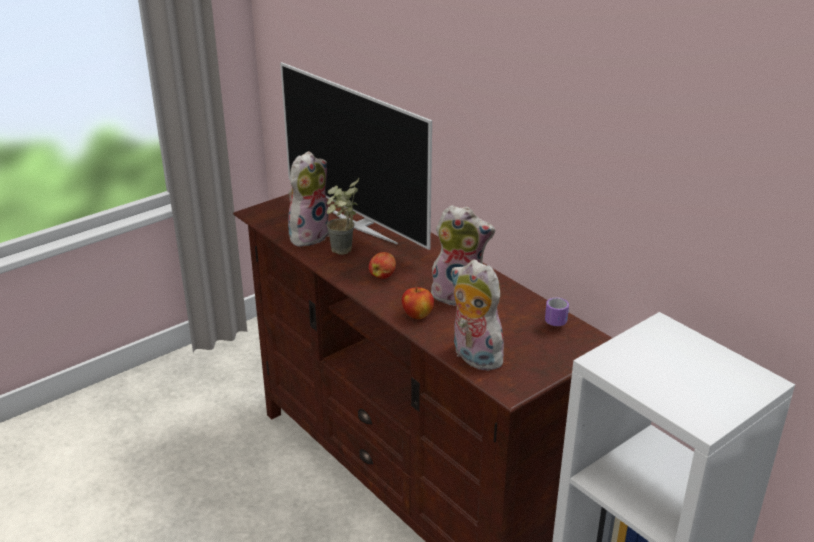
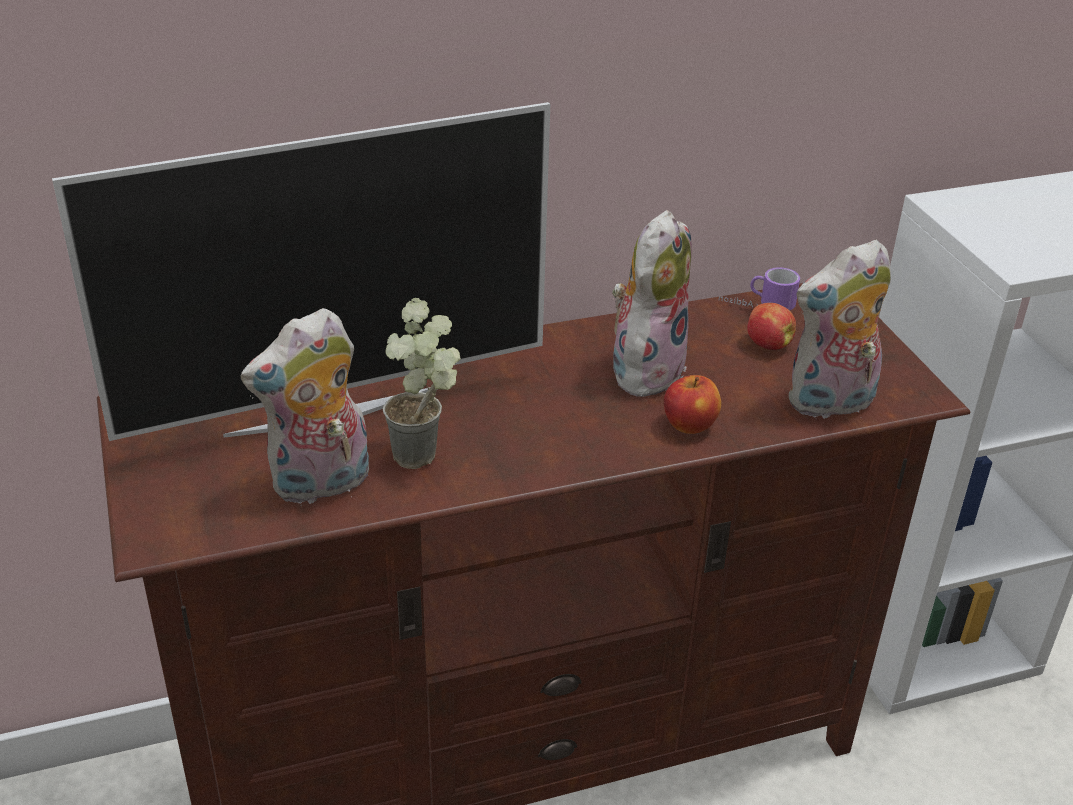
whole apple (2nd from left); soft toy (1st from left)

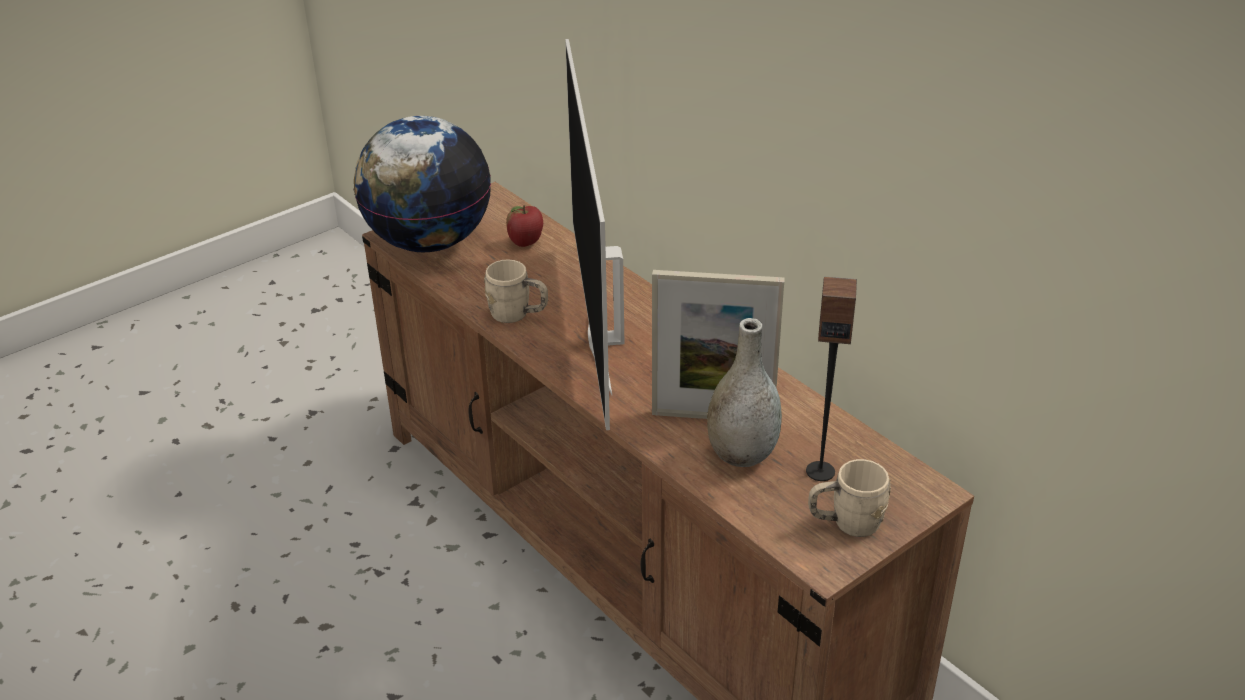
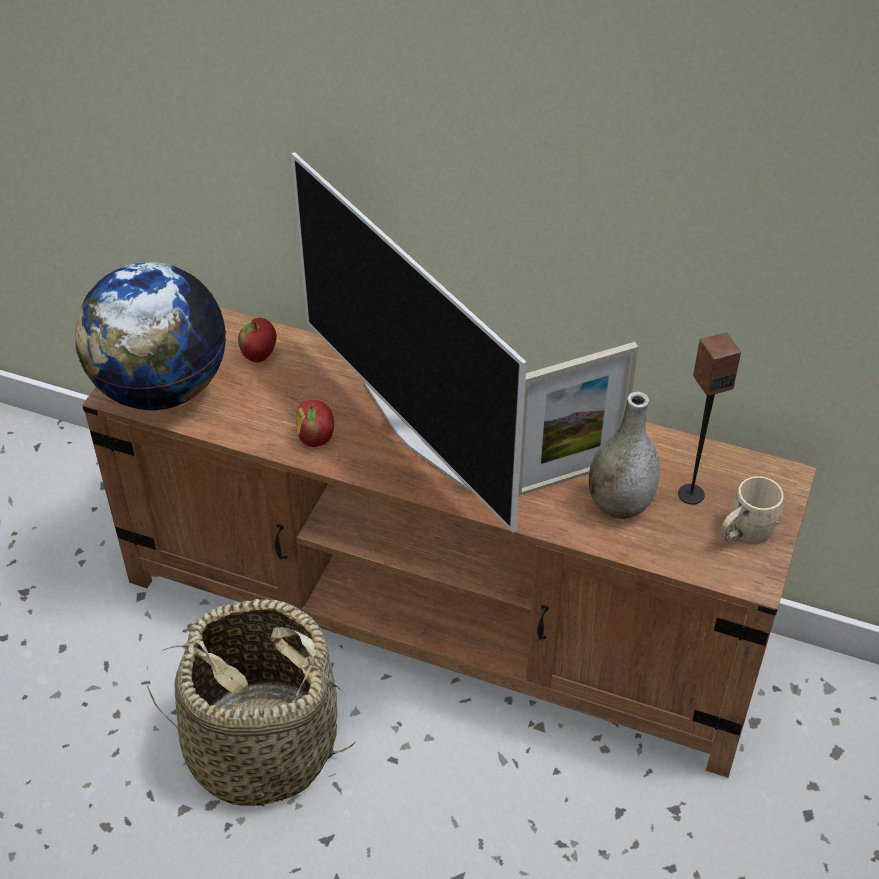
household basket; whole apple (2nd from left)

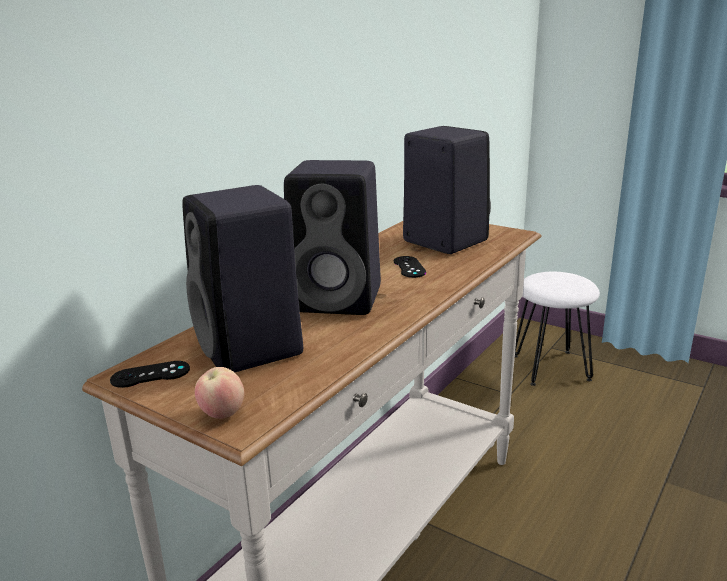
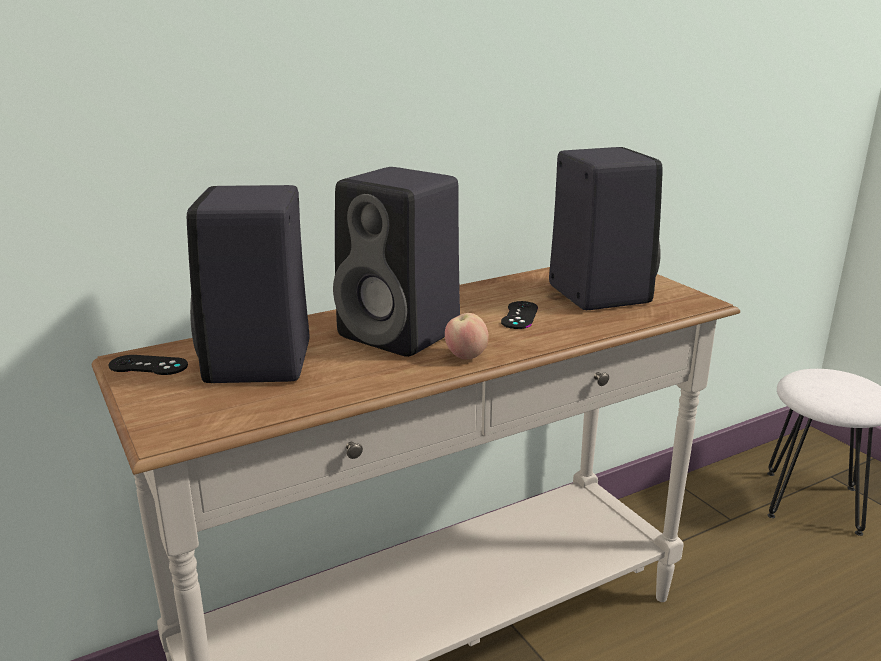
whole apple

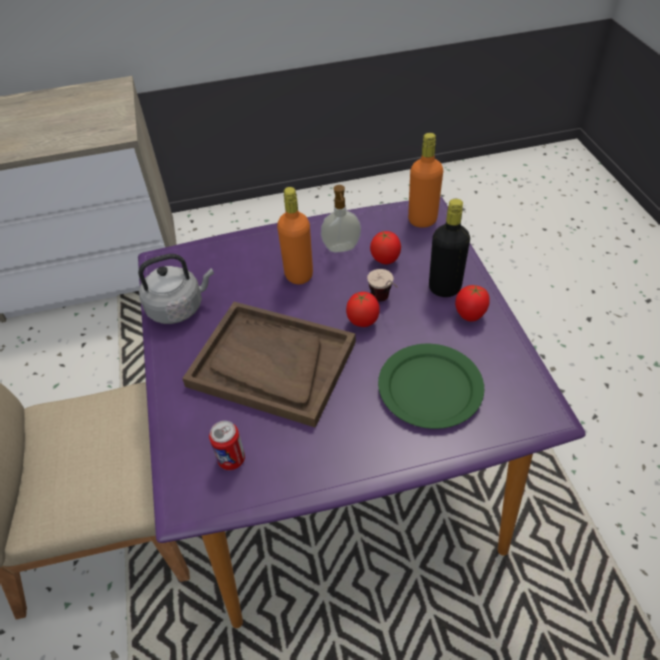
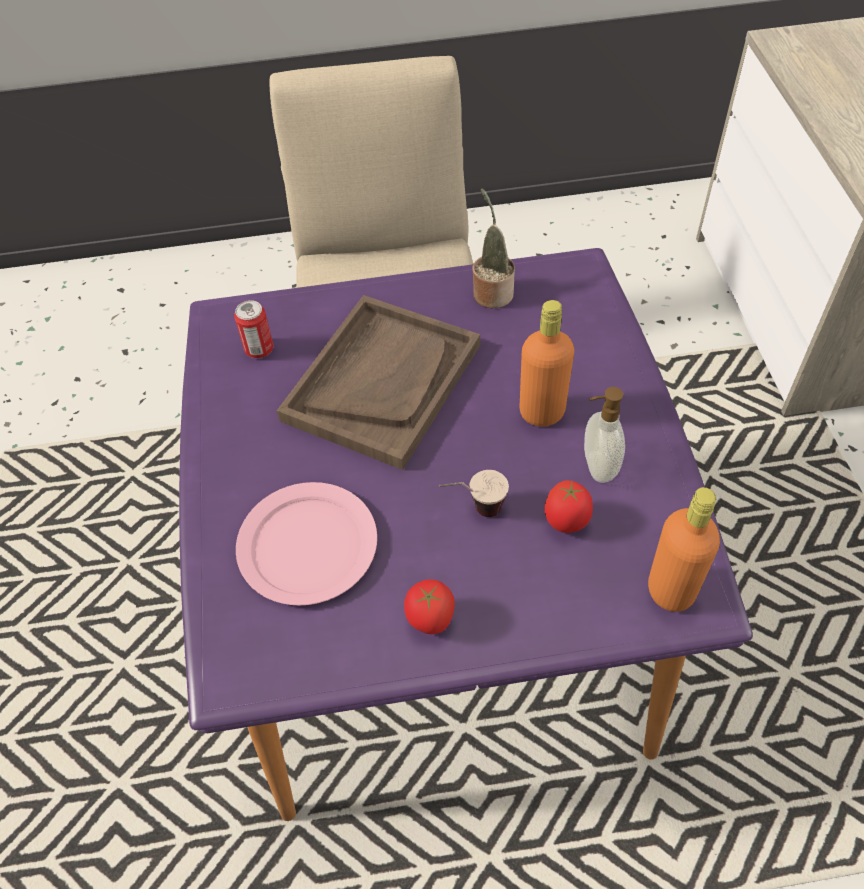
fresh tomato (1st from left in the first image); blackish bottle; houseplant; pink plate

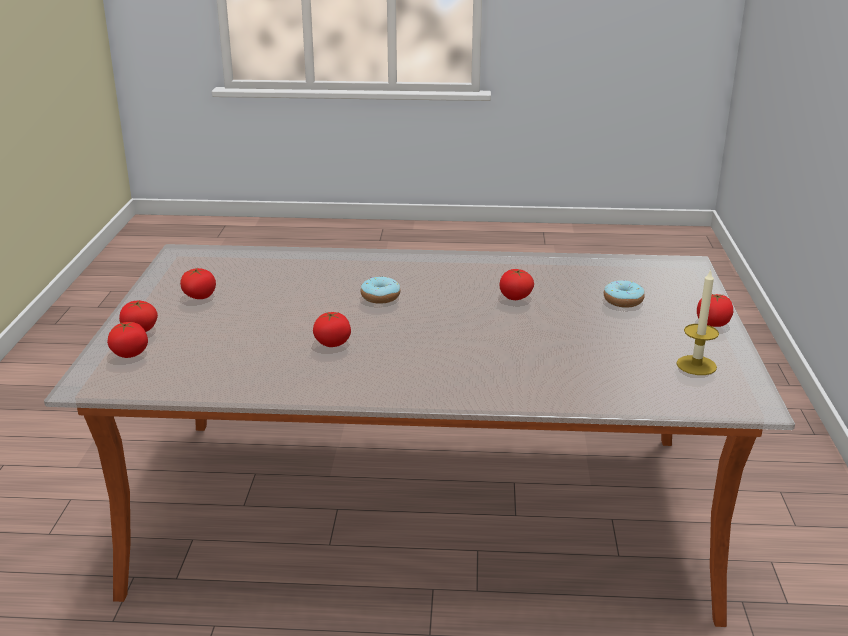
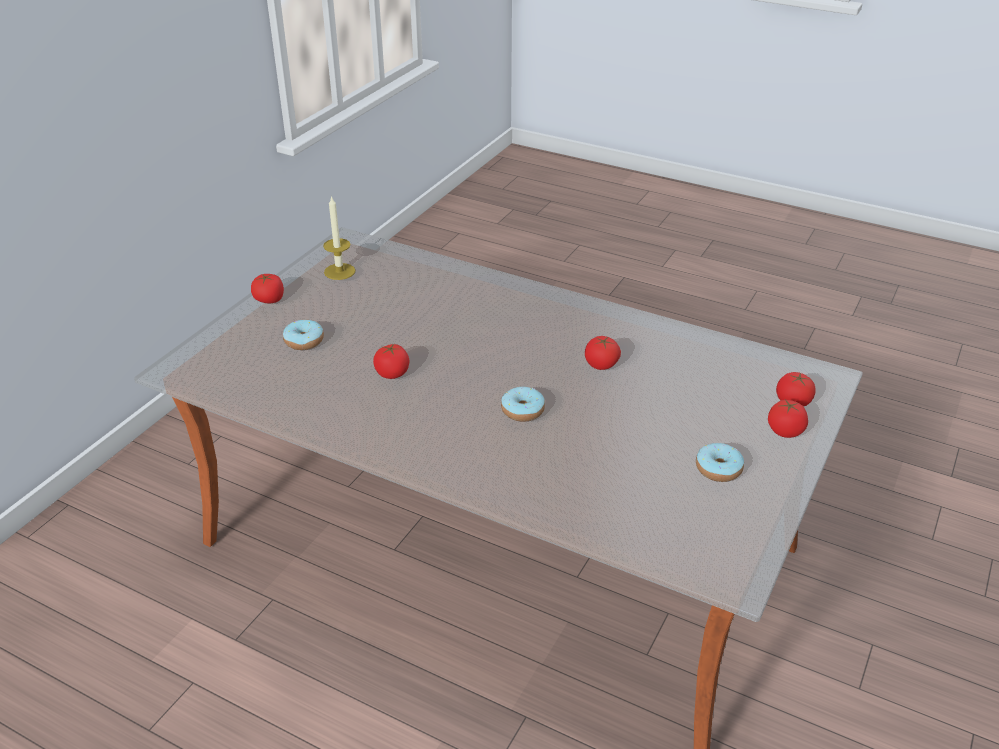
ring doughnut (3rd from left)

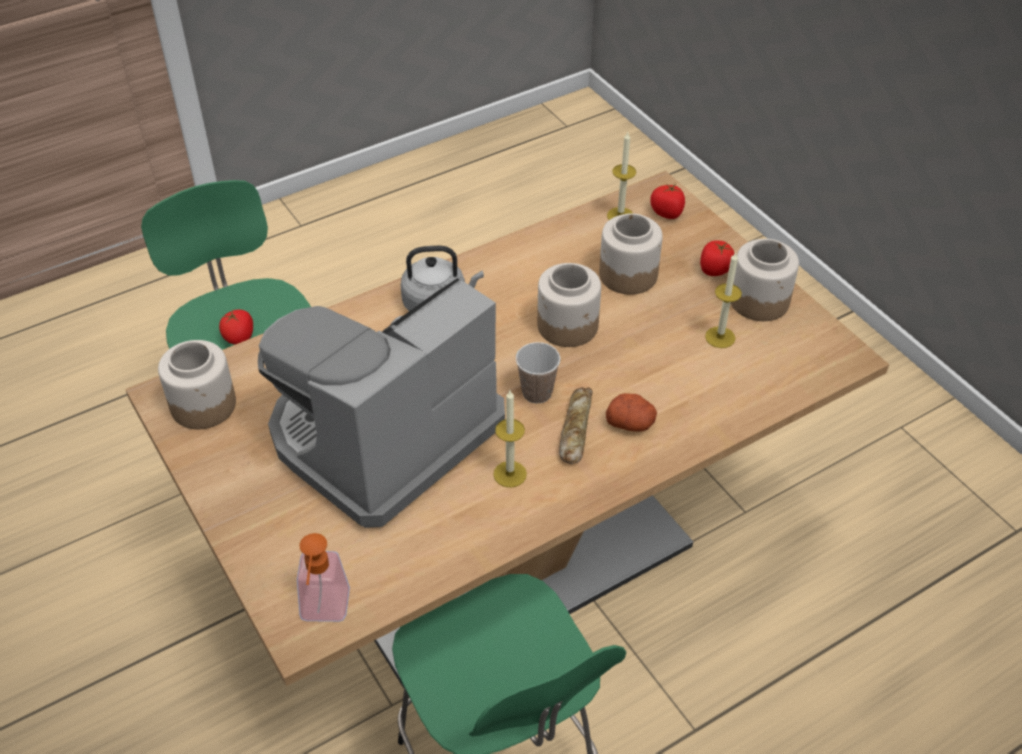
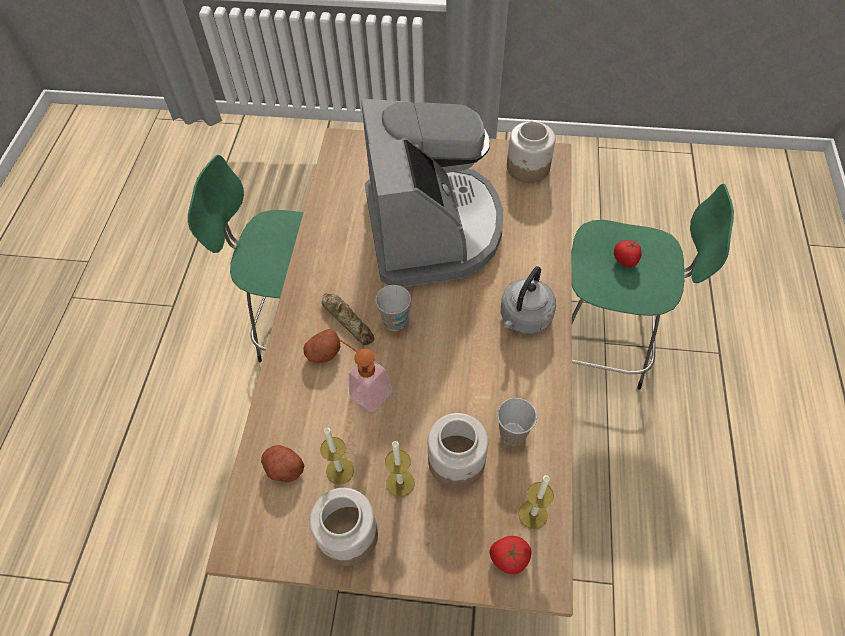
jar (2nd from left in the first image); fresh tomato (3rd from left in the first image); potato (1st from left); small cup (2nd from left); soap dispenser; wax light (2nd from left)

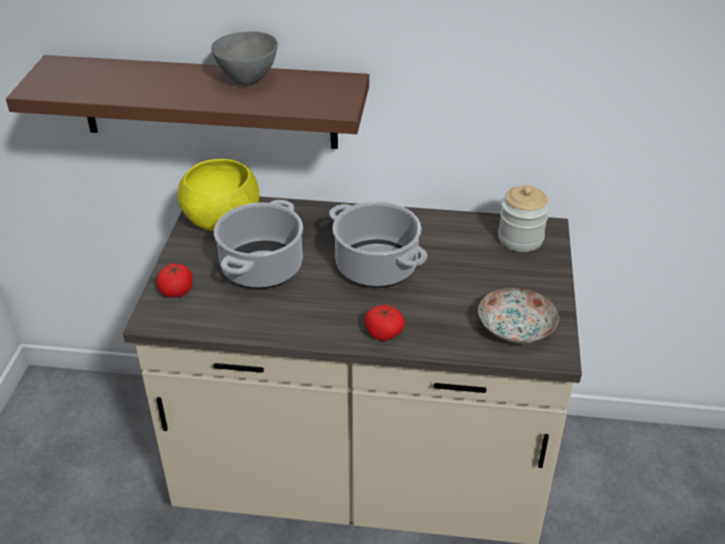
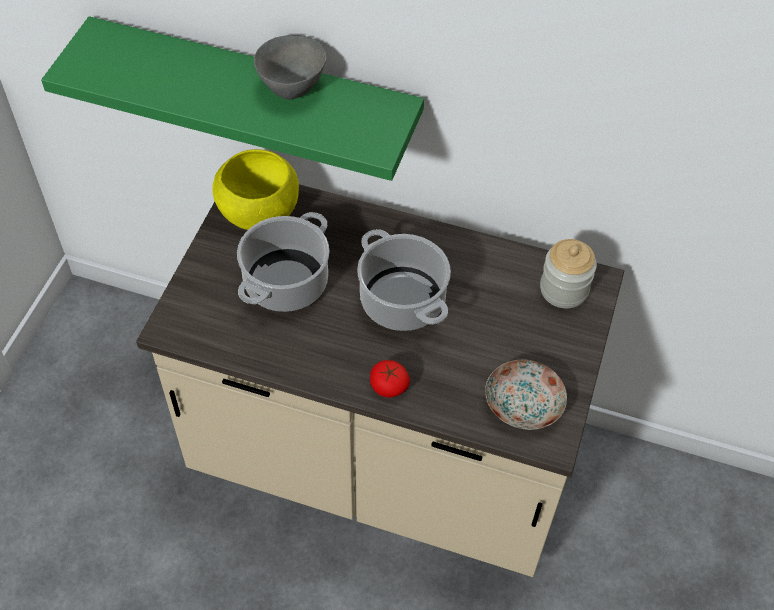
fresh tomato (1st from left in the first image); green shelf

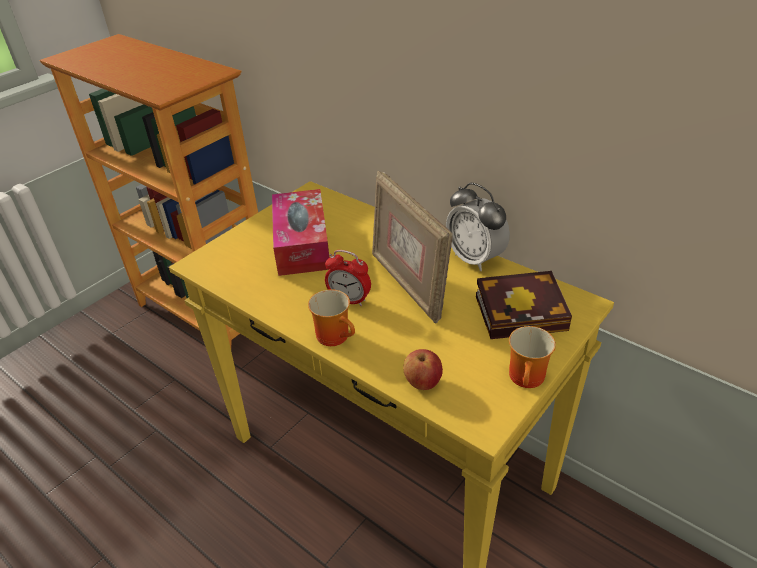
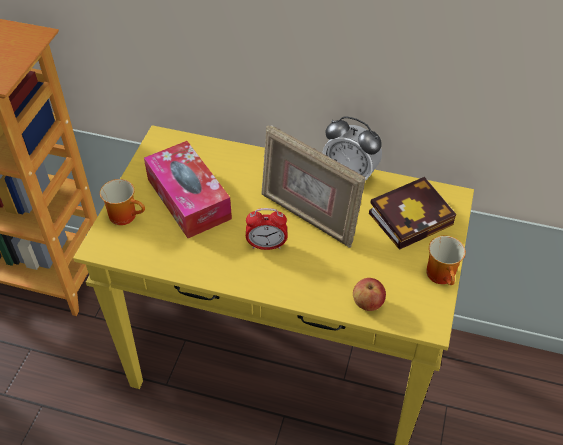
coffee mug (1st from left)

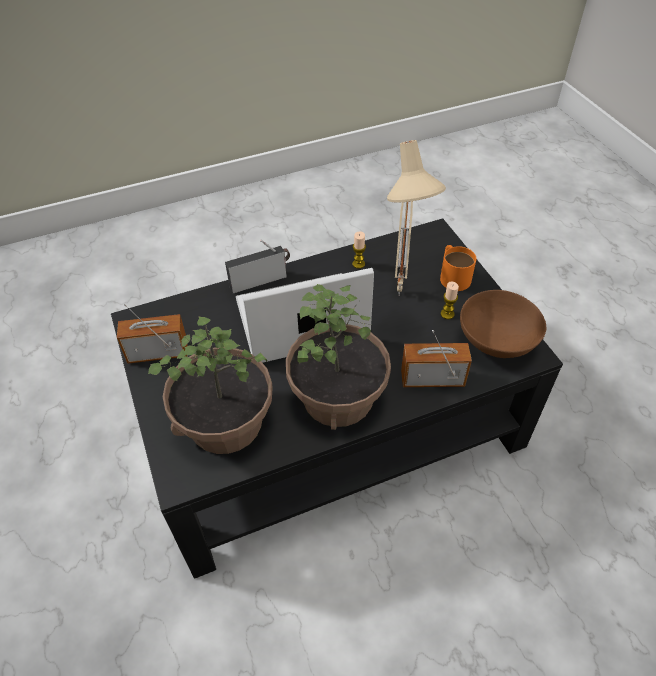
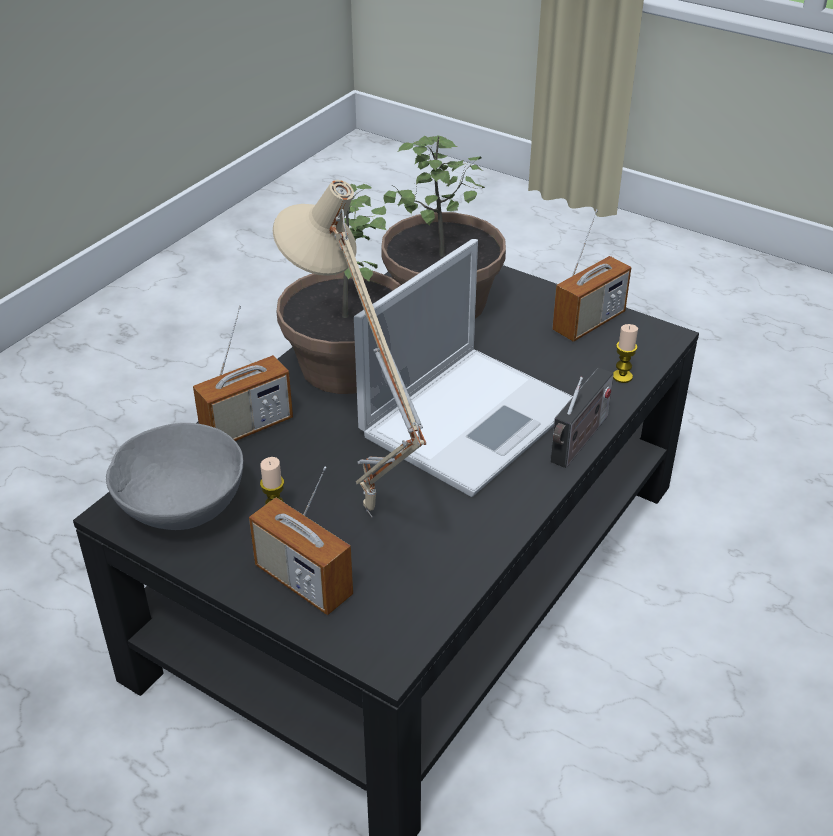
wax light (2nd from left); radio (2nd from left); greyish serving bowl

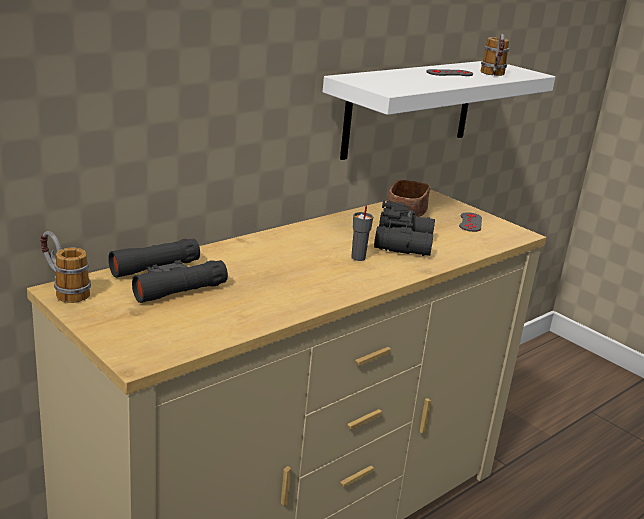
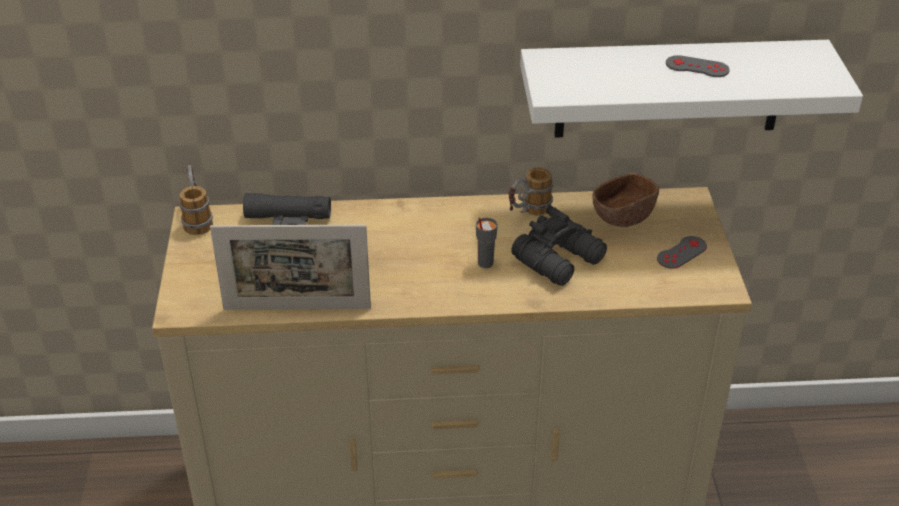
picture frame; coffee mug (2nd from left)

